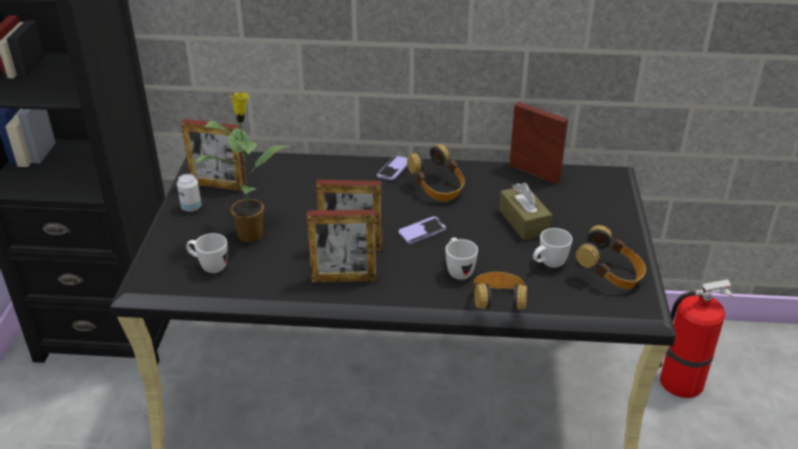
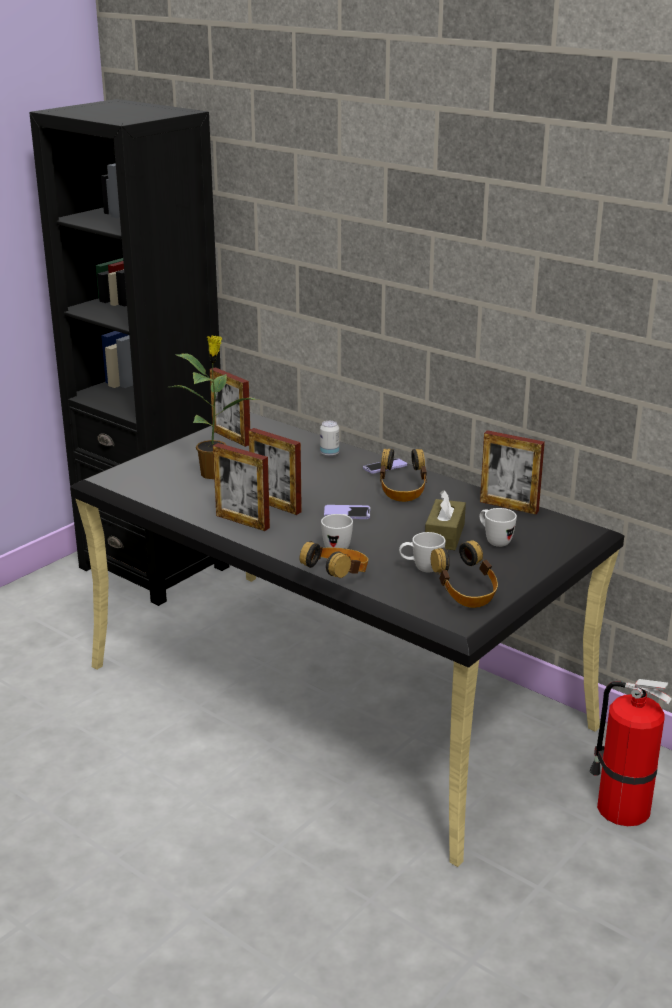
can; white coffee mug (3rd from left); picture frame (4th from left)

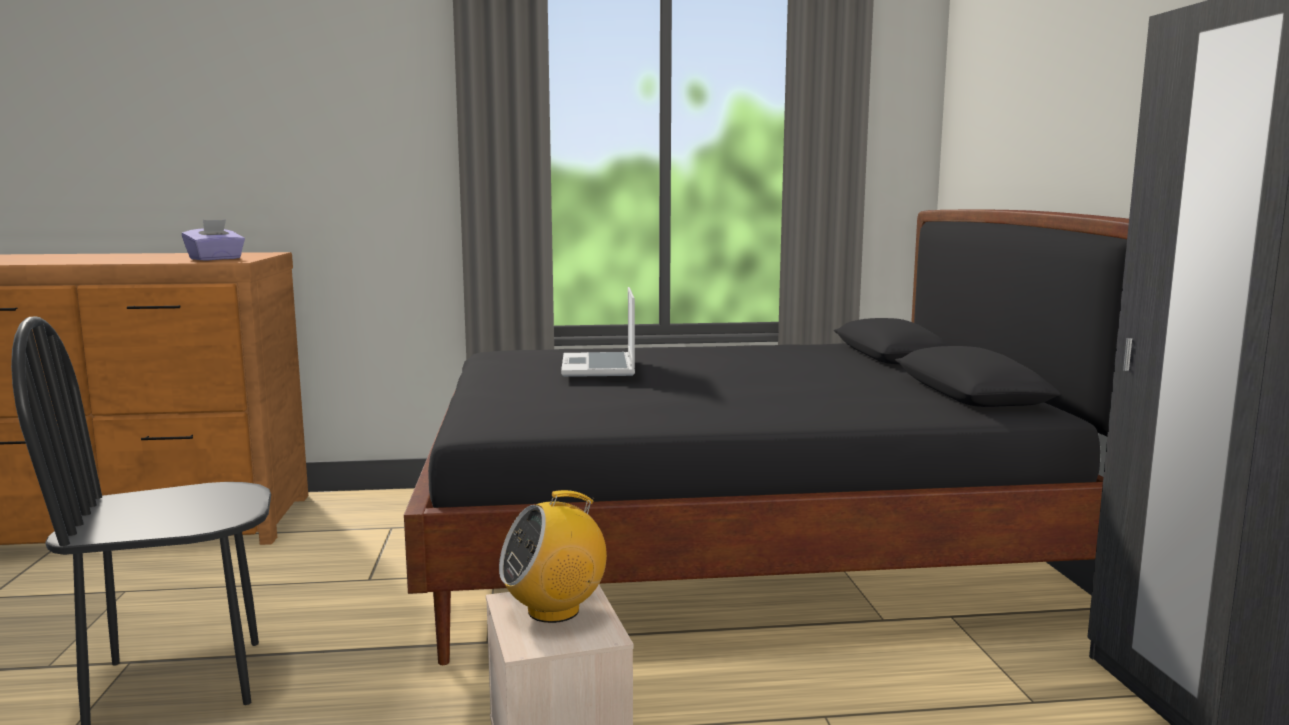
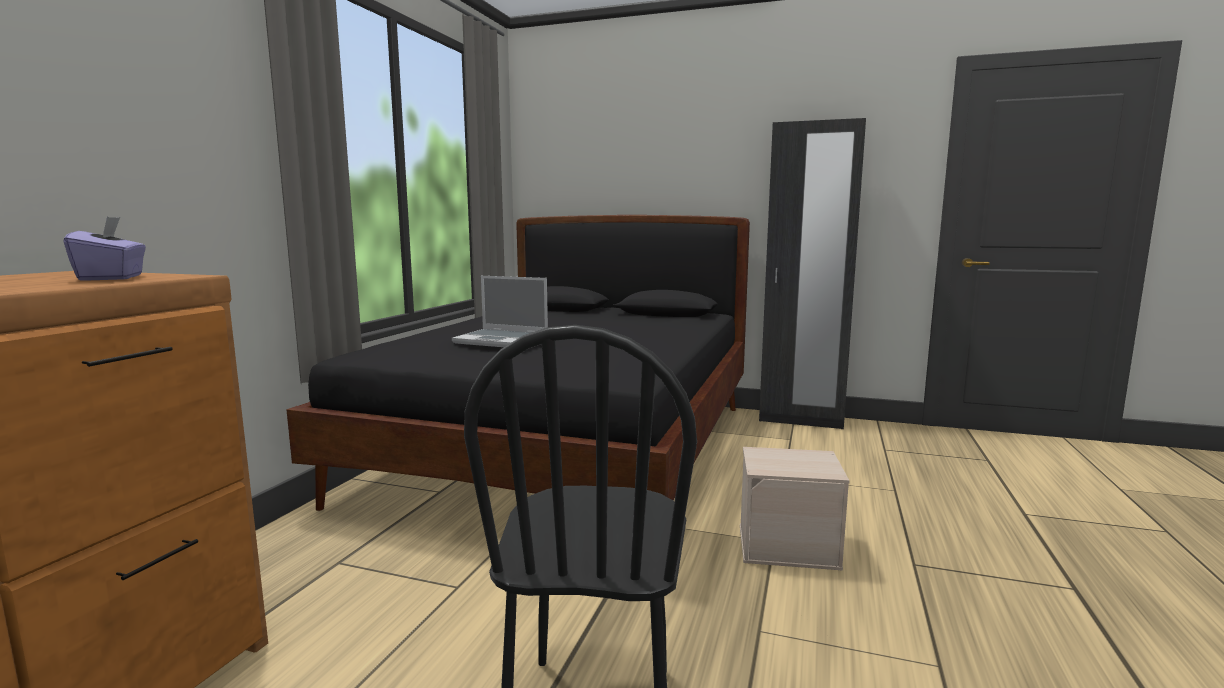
radio

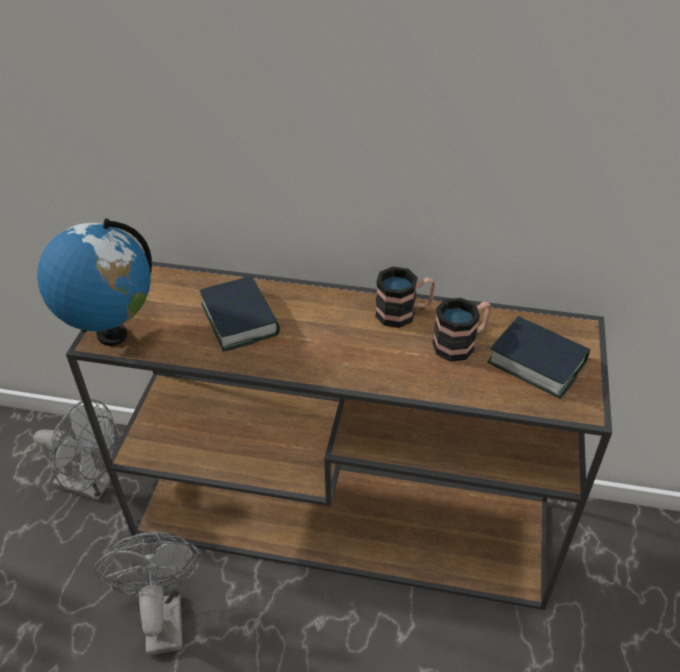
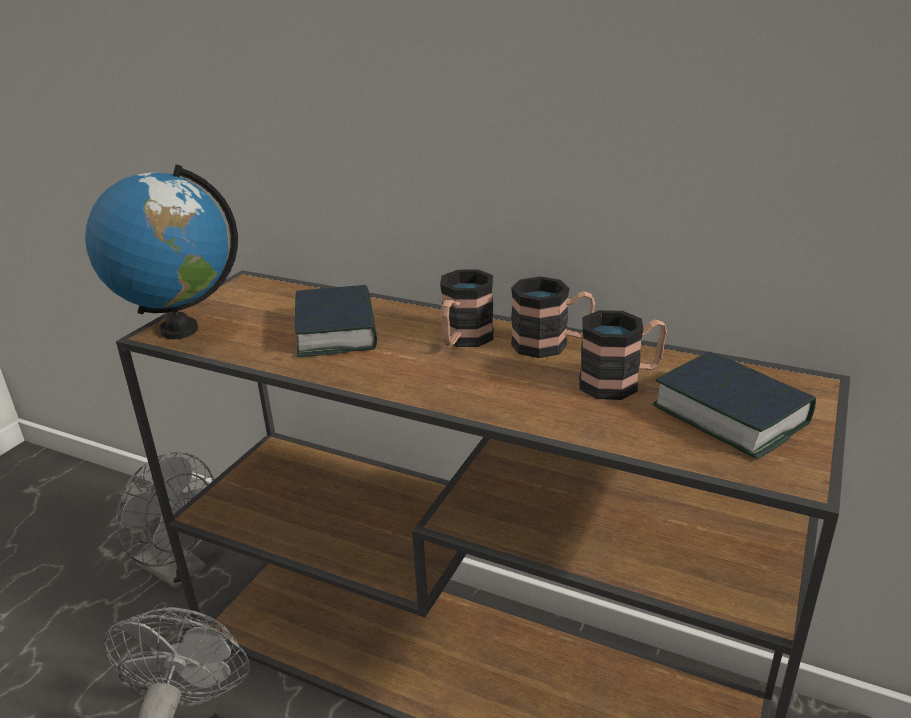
coffee mug (1st from left)

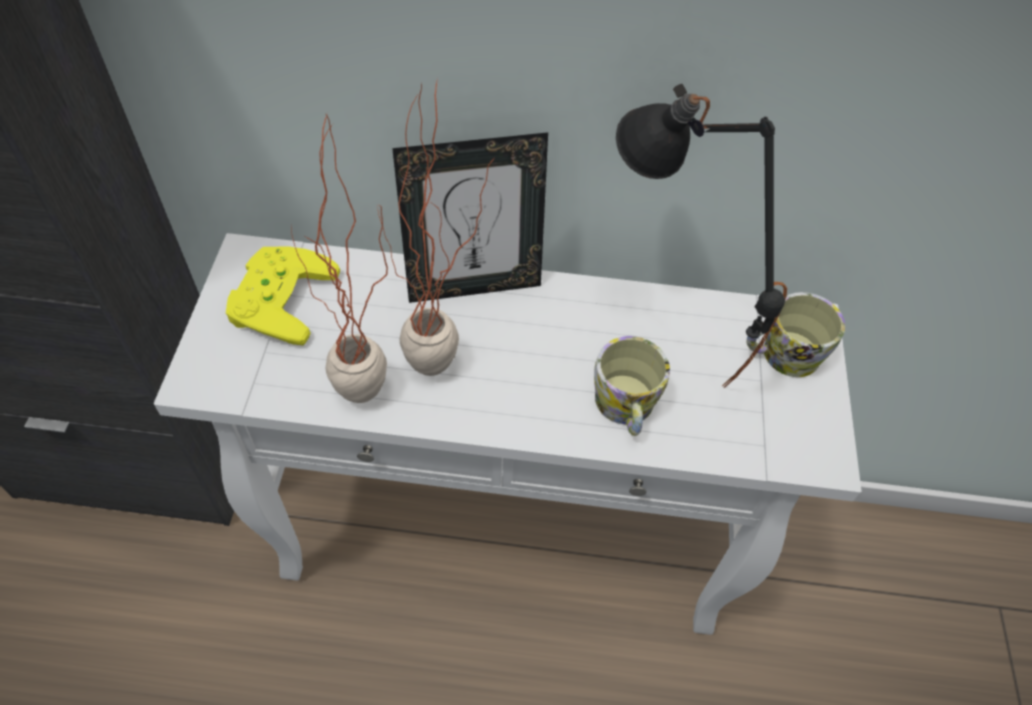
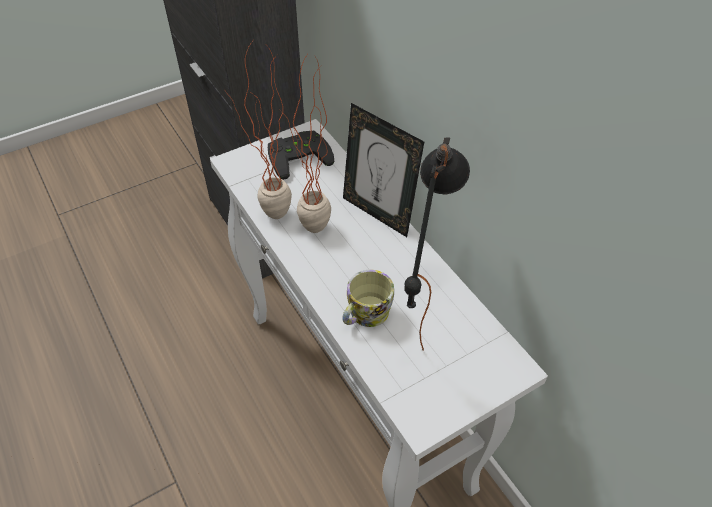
coffee mug (2nd from left in the first image); blackish joypad

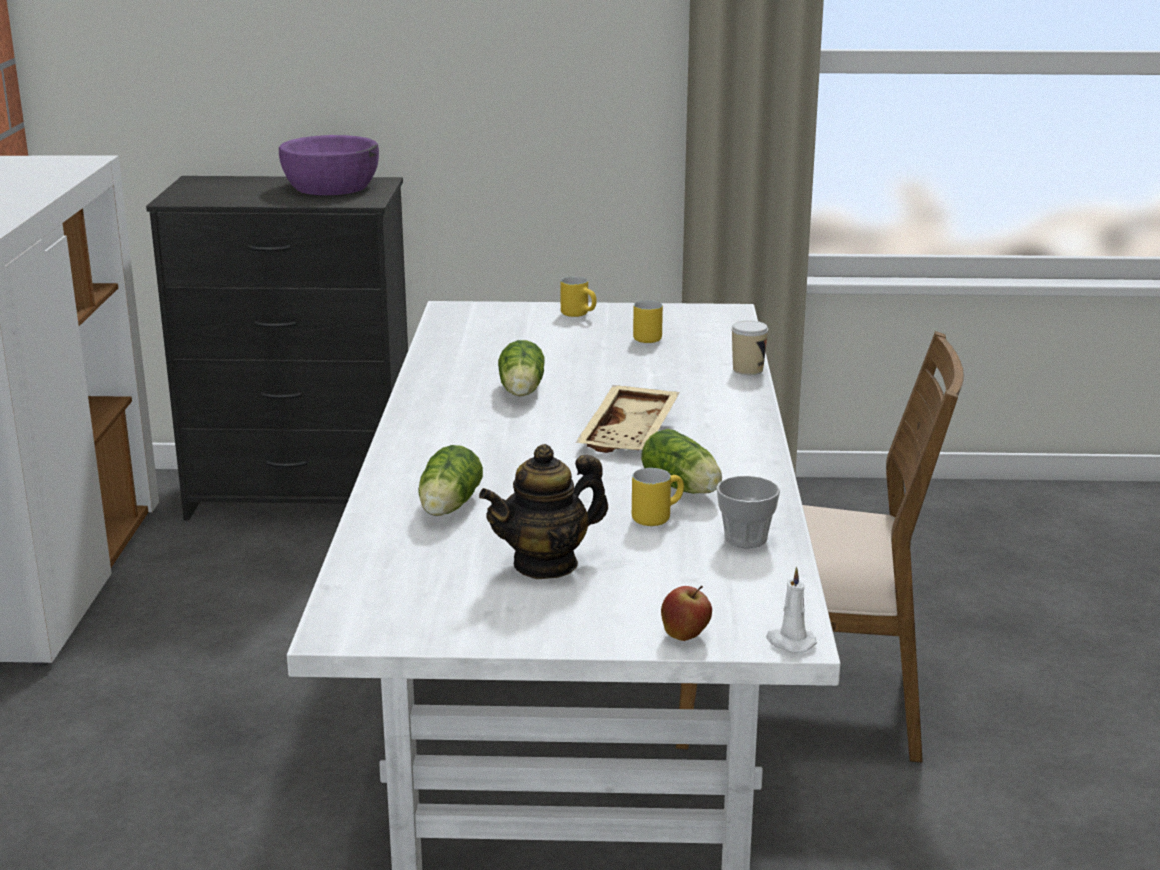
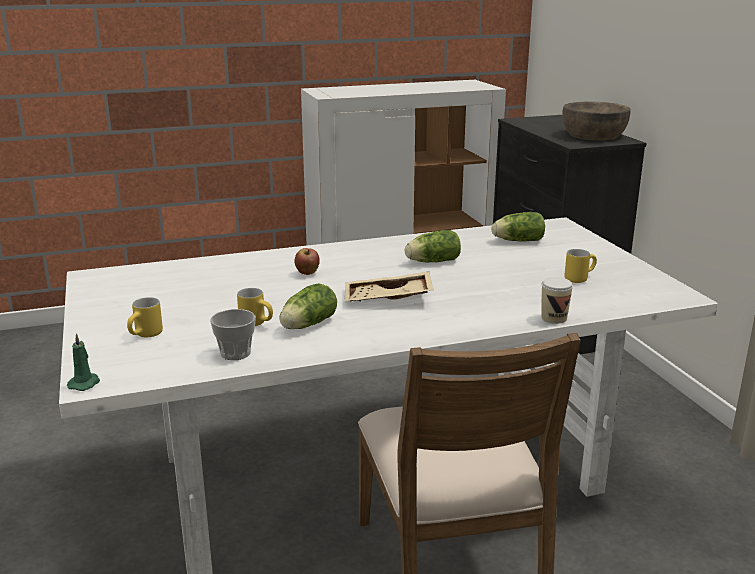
tea pot; lettuce (3rd from left); yellowish coffee mug (1st from left); whole apple; brown-coloured serving bowl; green wax light

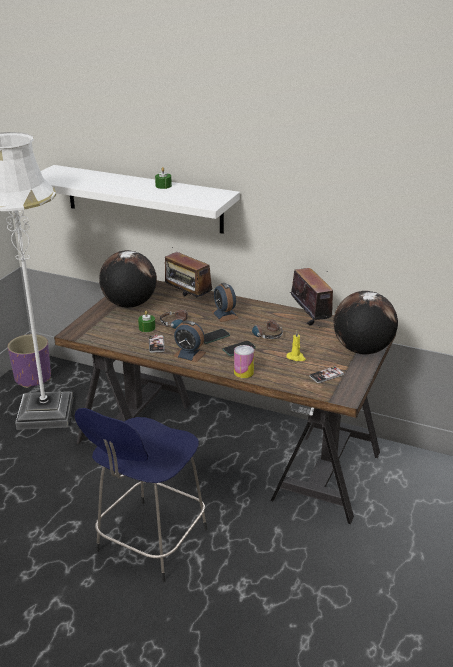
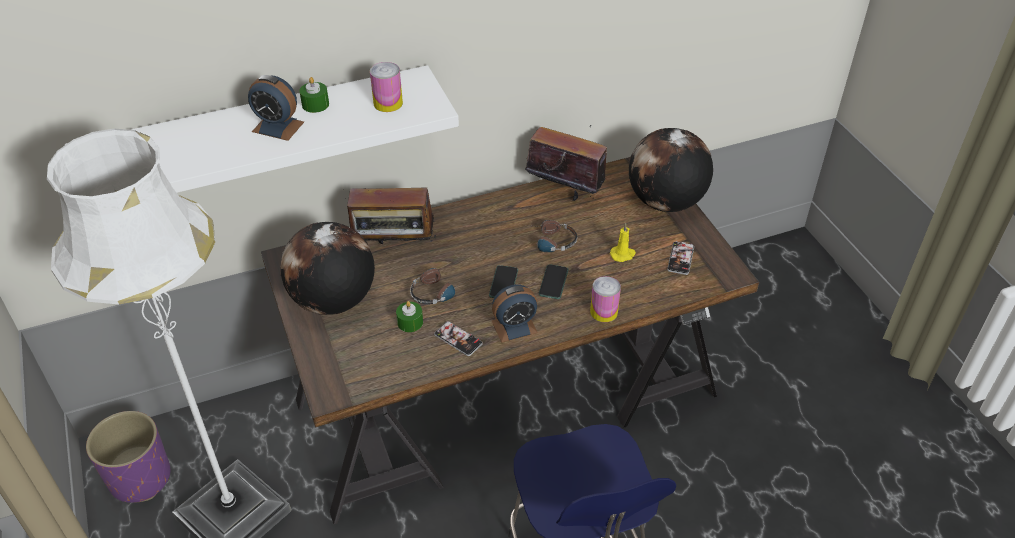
can (1st from left); table clock (1st from left)

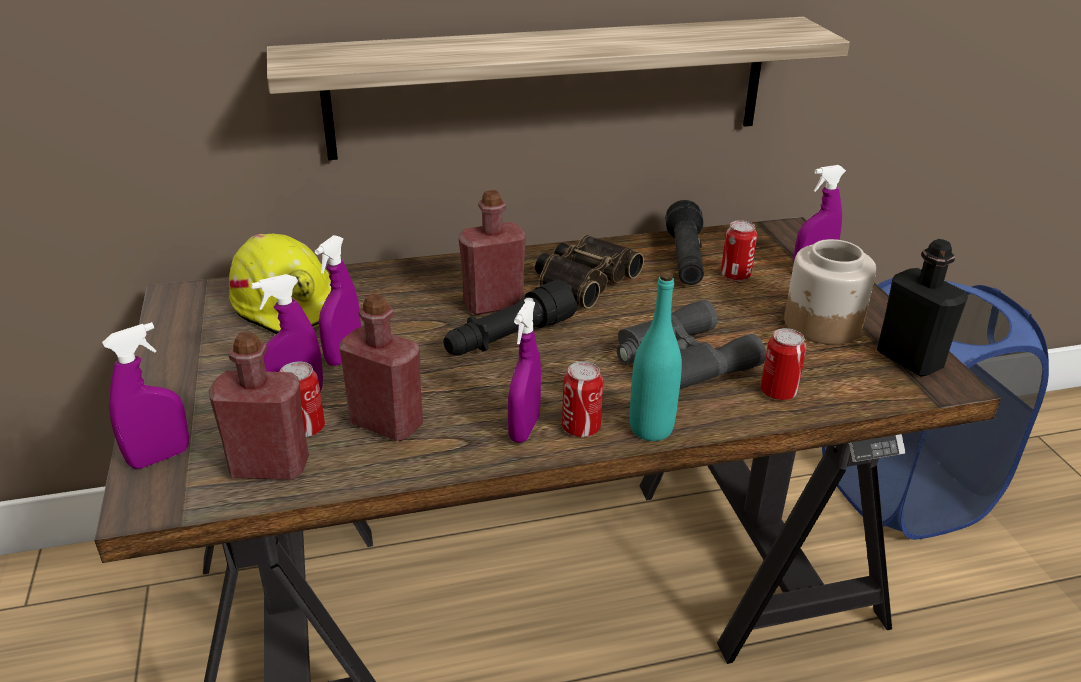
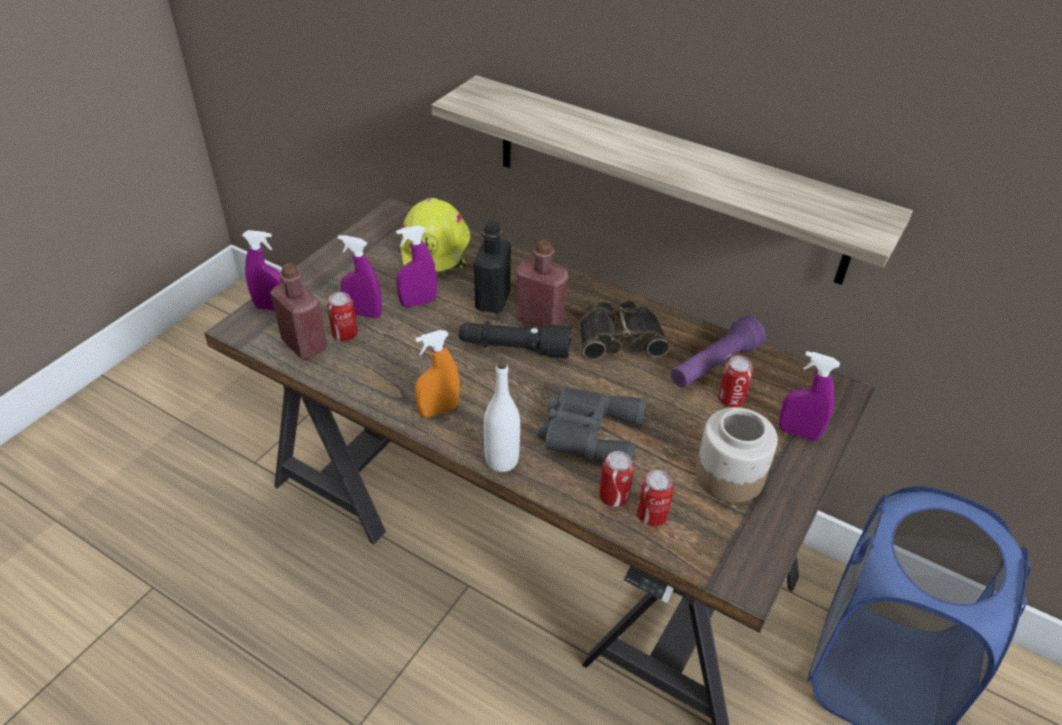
reddish bottle (2nd from left in the first image); can (3rd from left); blackish bottle; orange-coloured sprayer; white bottle; purple torch

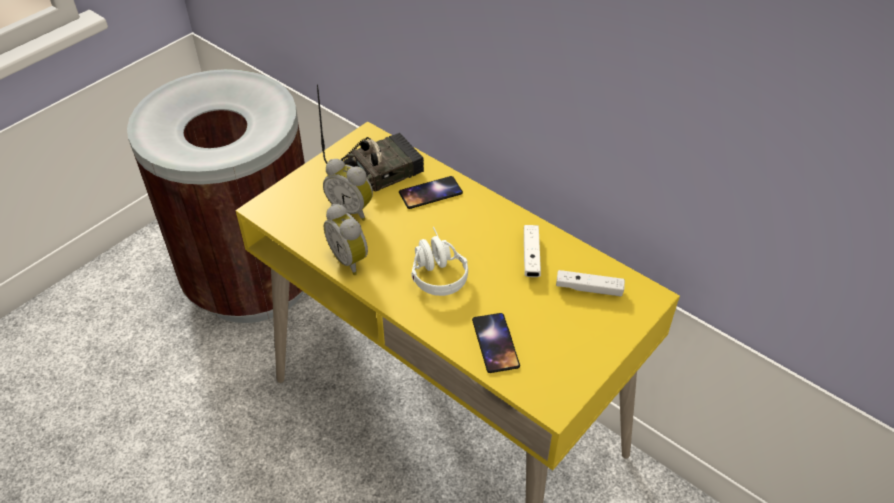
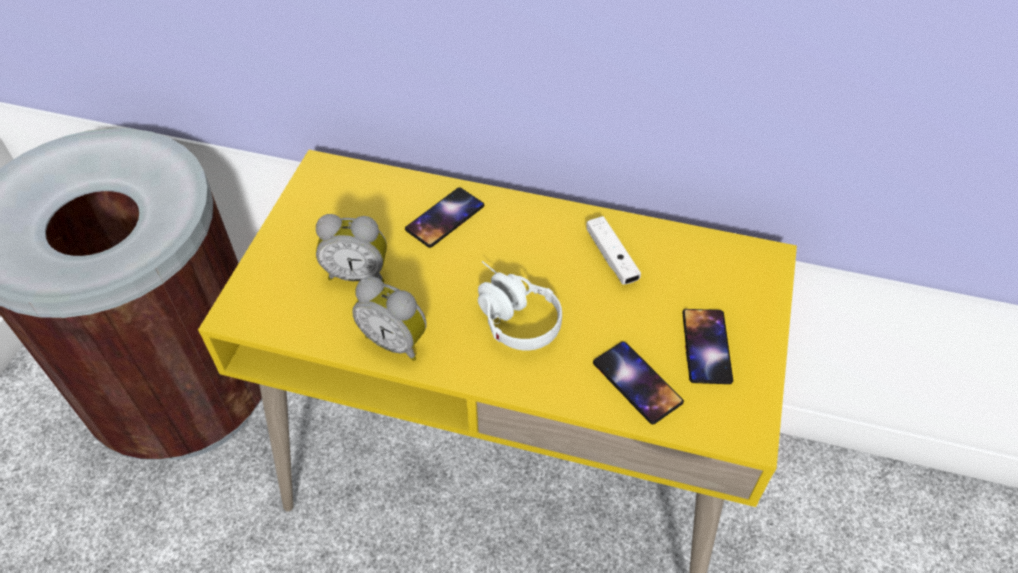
radio; white joypad (2nd from left in the first image); telephone (3rd from left)

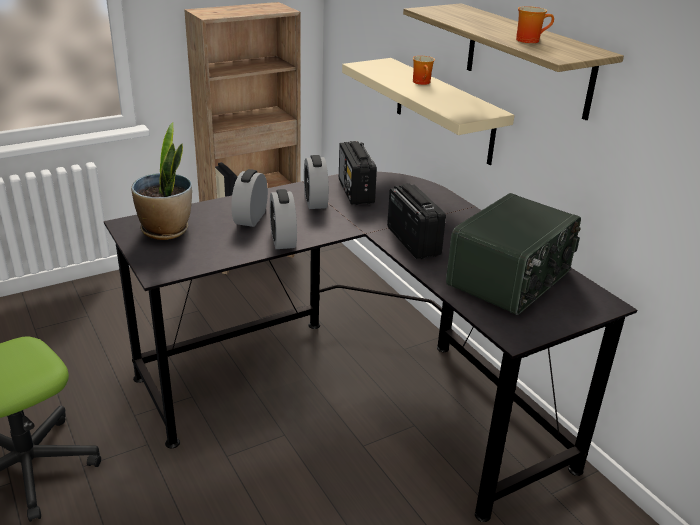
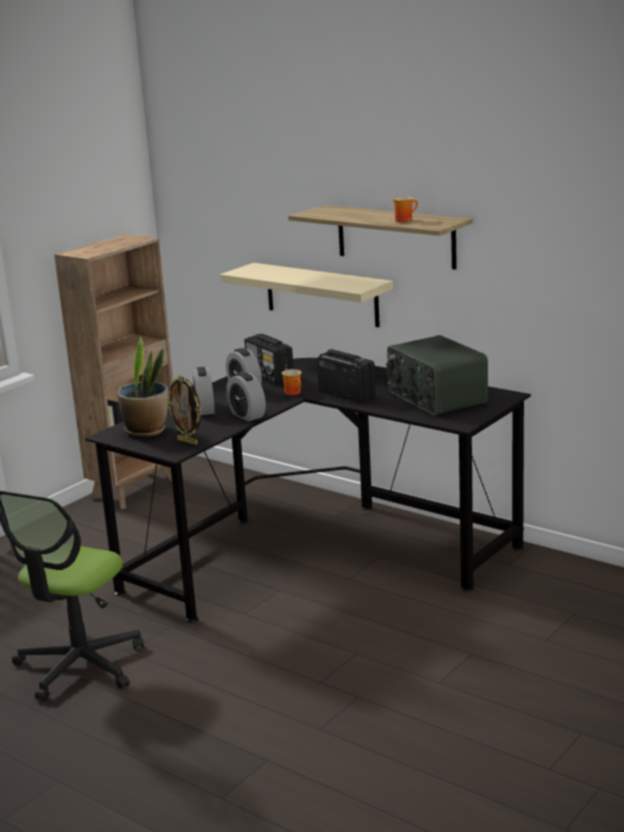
picture frame; coffee mug (1st from left); radio (3rd from left)

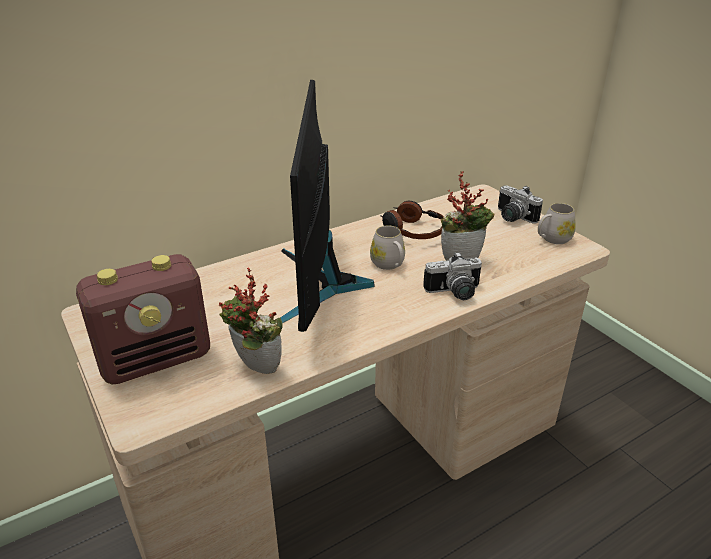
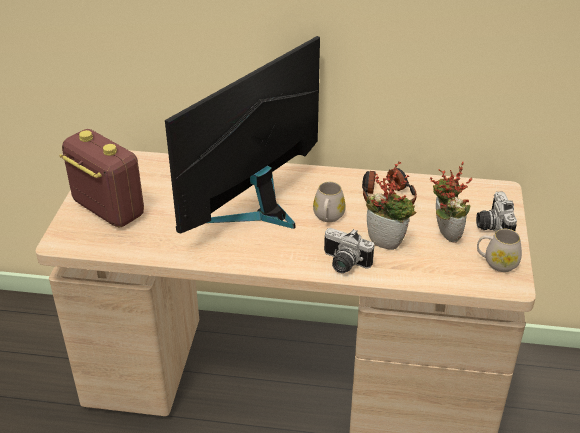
houseplant (2nd from left); radio

